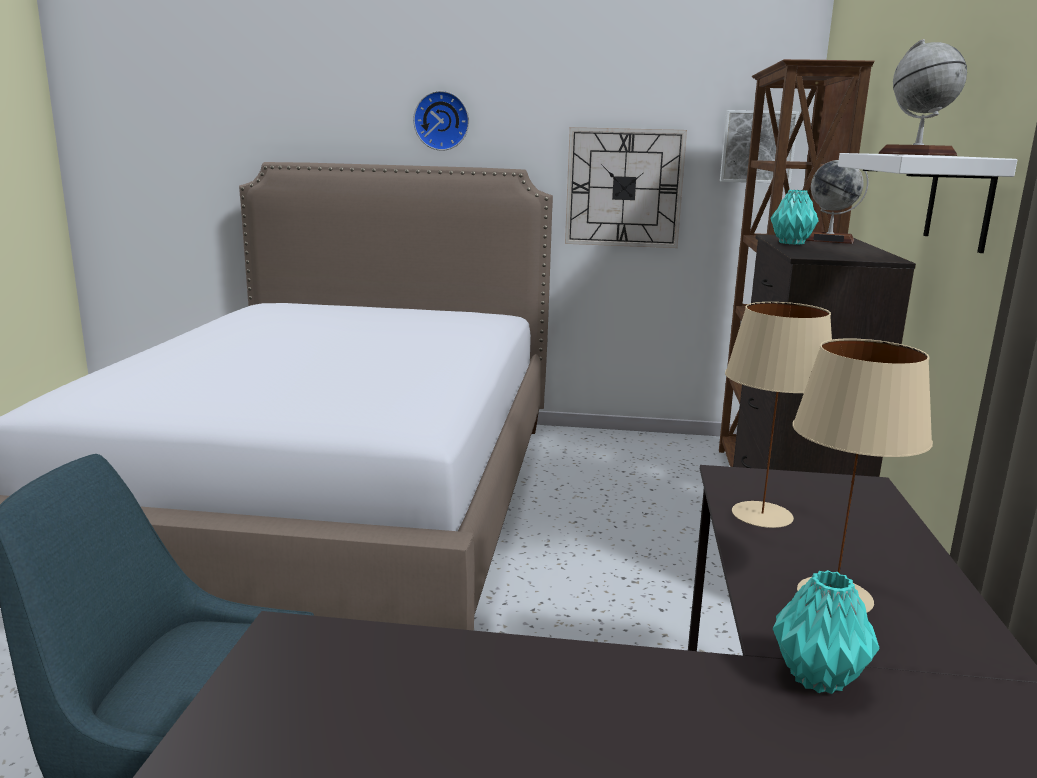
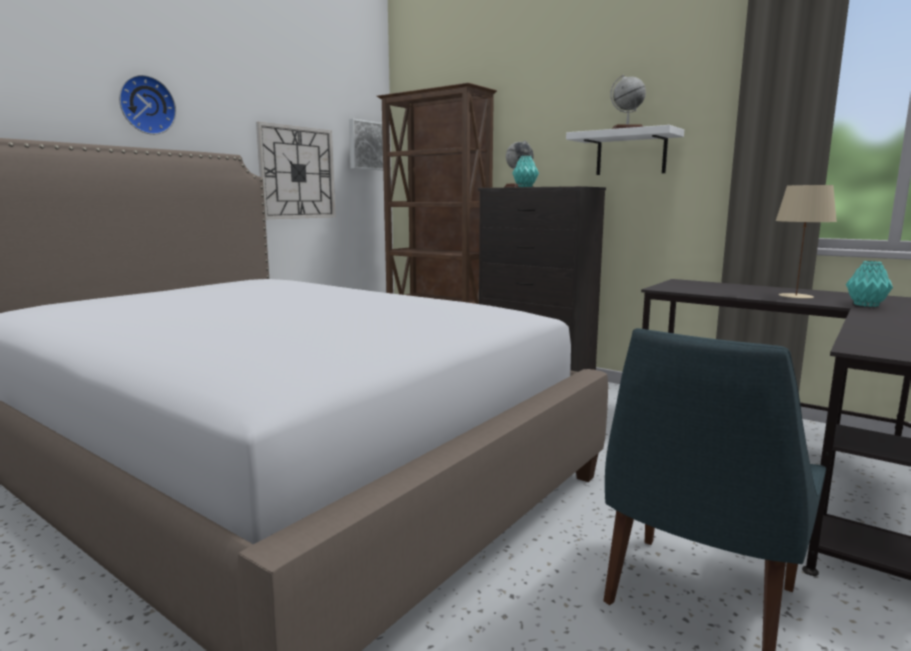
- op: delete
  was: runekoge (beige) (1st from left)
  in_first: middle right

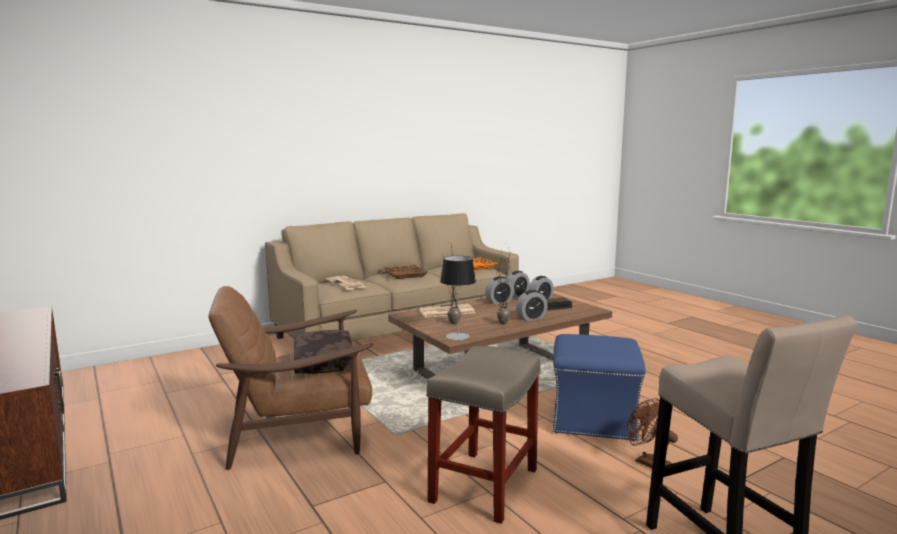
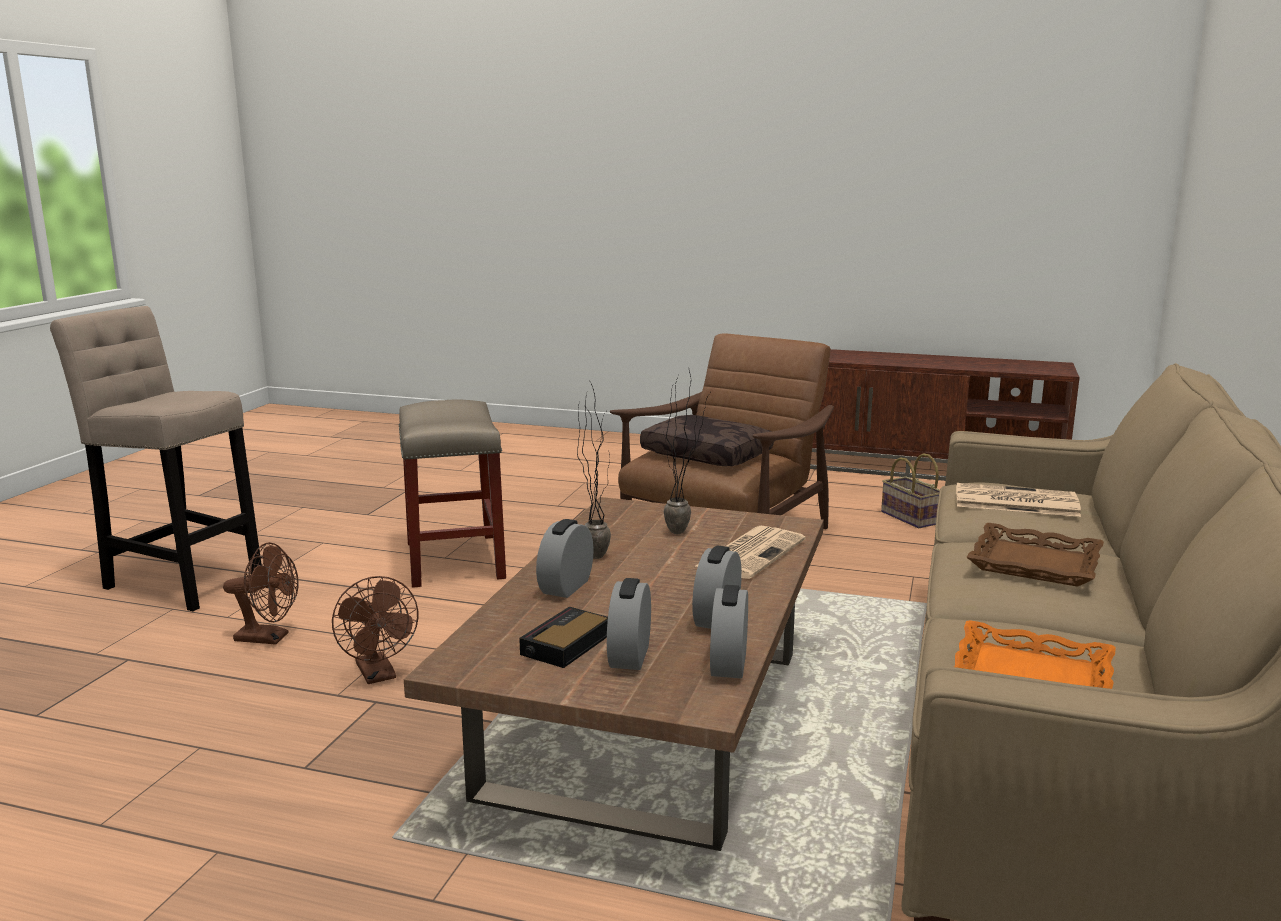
- op: delete
  was: runekoge
  in_first: centre
- op: insert
  now: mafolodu
  in_second: middle right
- op: replace
  was: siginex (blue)
  now: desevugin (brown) (2nd from left)
  in_first: bottom right
  in_second: bottom left

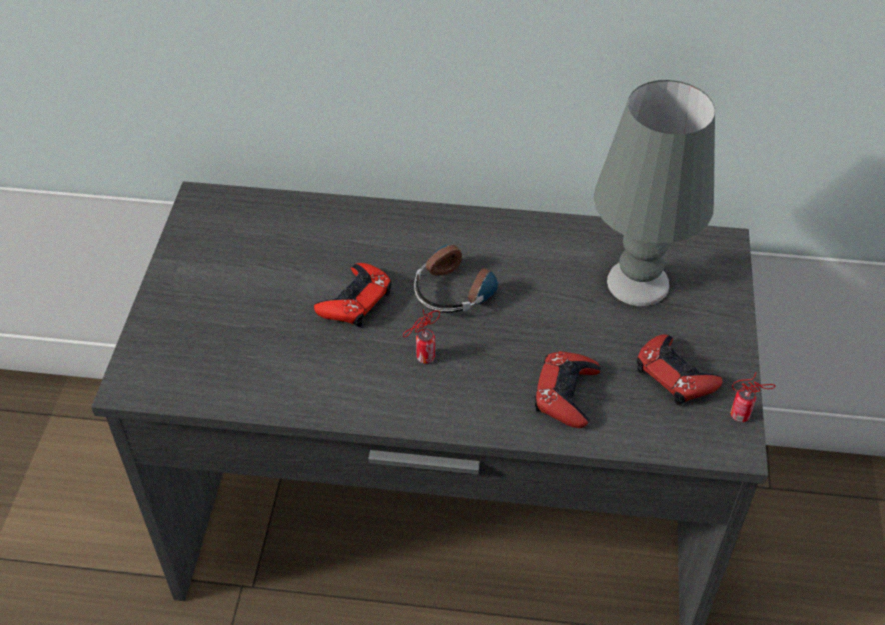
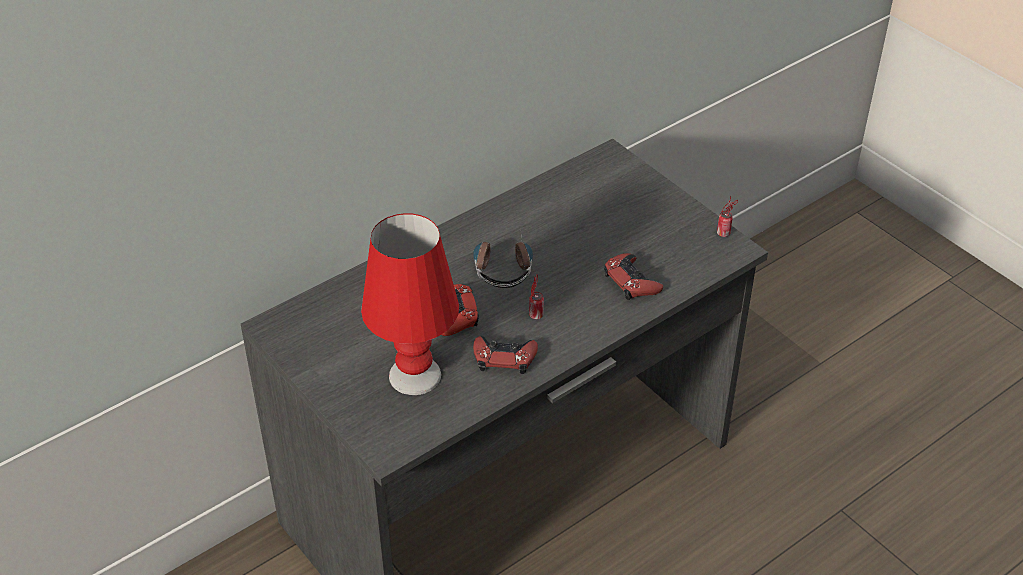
- op: delete
  was: runekoge (grey)
  in_first: top right
- op: insert
  now: runekoge (red)
  in_second: centre
- op: move
  was: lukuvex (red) (3rd from left in the first image)
  now: lukuvex (red) (2nd from left)
  in_first: middle right
  in_second: centre

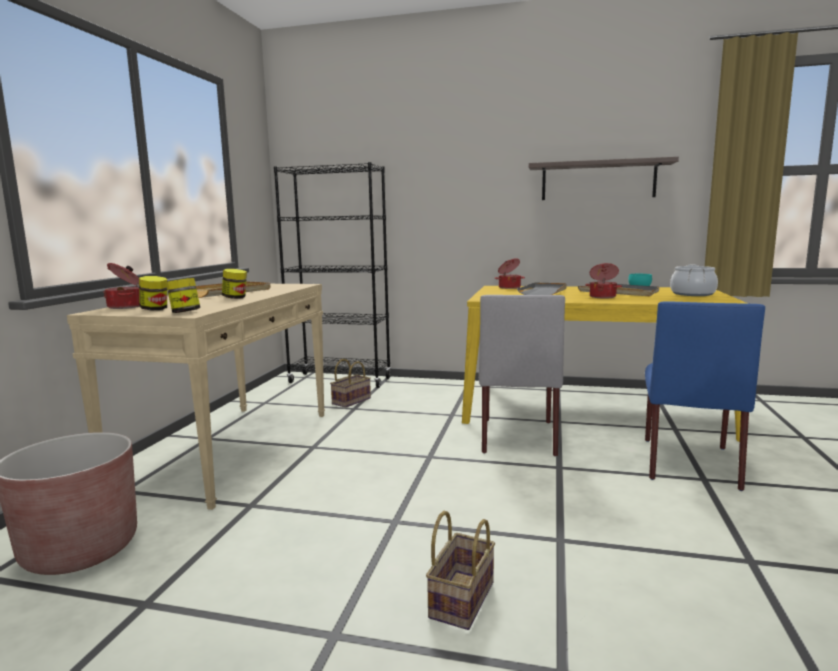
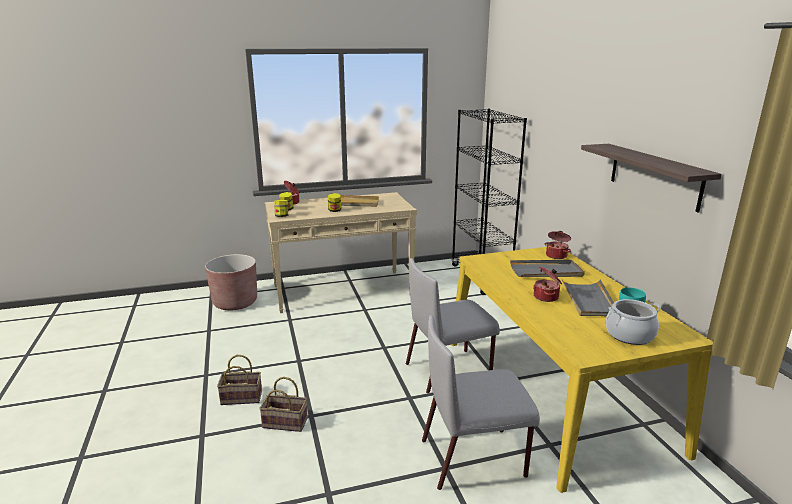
- op: move
  was: mafolodu (1st from left in the first image)
  now: mafolodu (2nd from left)
  in_first: centre
  in_second: bottom centre
- op: recolor
  was: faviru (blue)
  now: faviru (grey) (2nd from left)
  in_first: middle right
  in_second: bottom centre

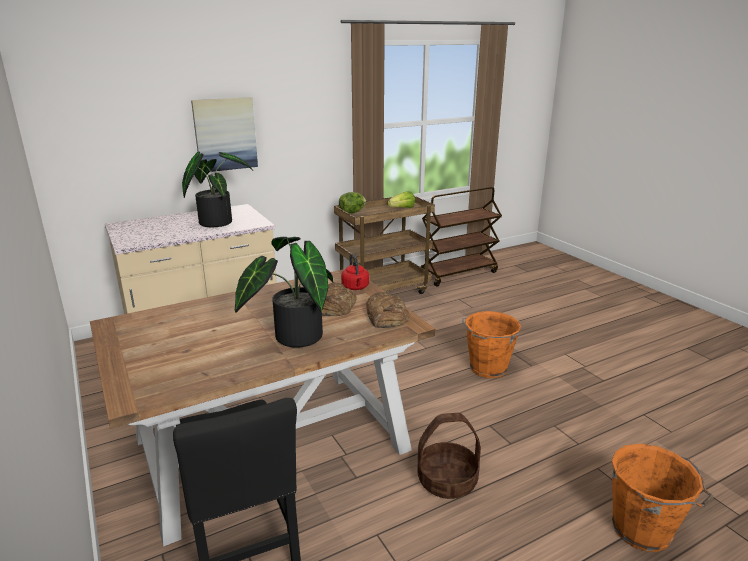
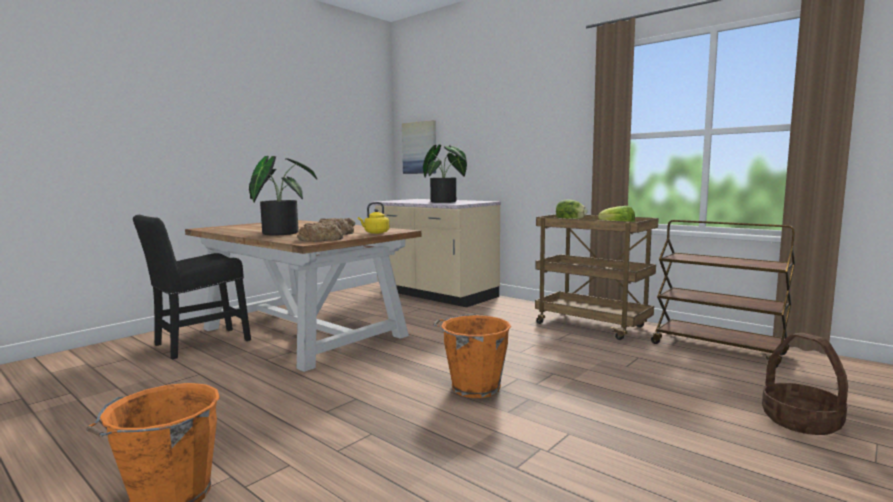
- op: move
  was: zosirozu
  in_first: top left
  in_second: top centre
- op: move
  was: mafolodu
  in_first: bottom centre
  in_second: bottom right
- op: recolor
  was: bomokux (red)
  now: bomokux (yellow)
  in_first: centre
  in_second: centre

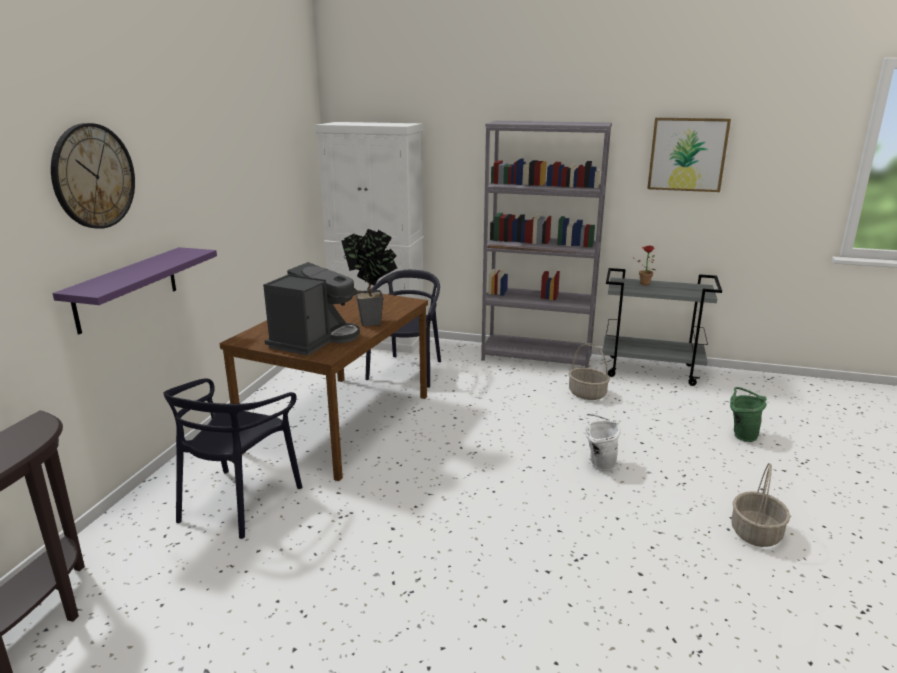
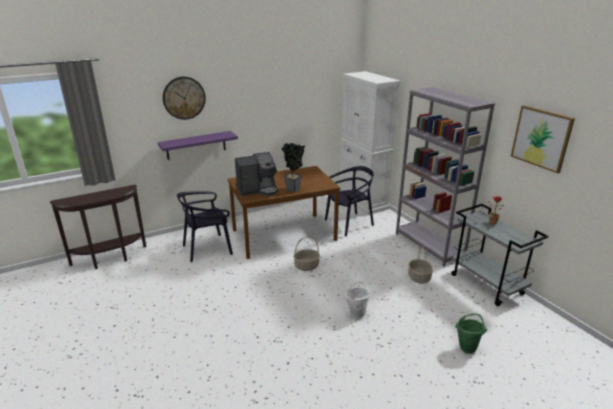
- op: move
  was: mafolodu (2nd from left in the first image)
  now: mafolodu (1st from left)
  in_first: bottom right
  in_second: centre

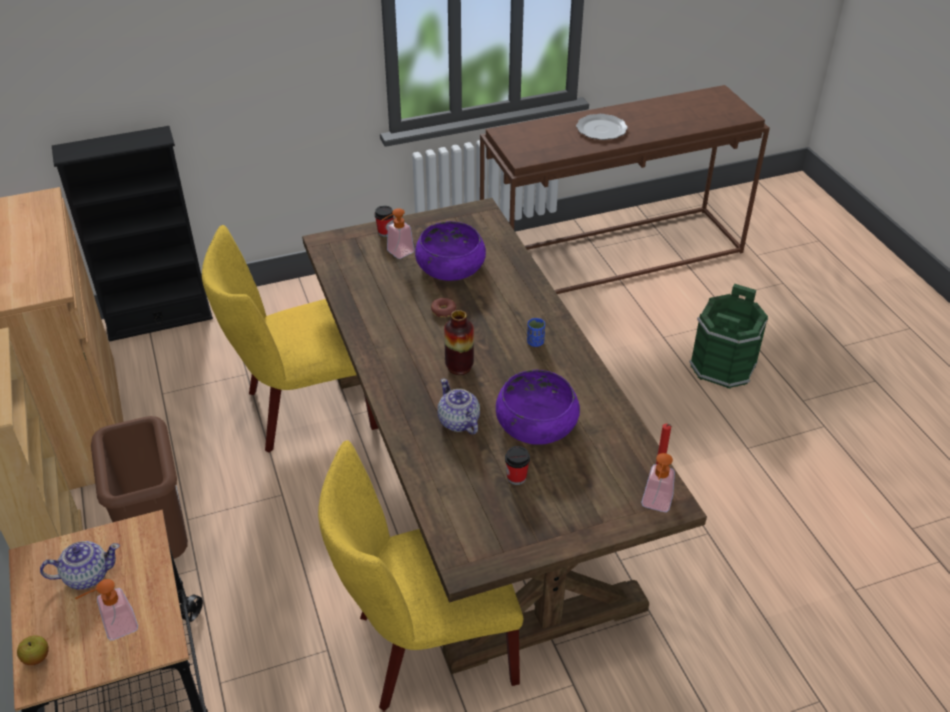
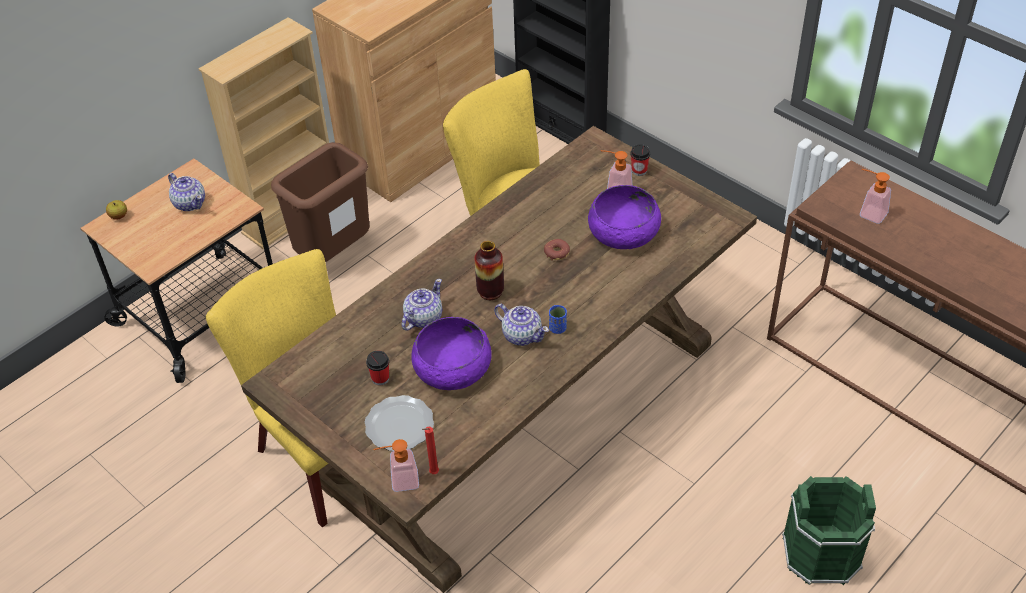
- op: insert
  now: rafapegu (3rd from left)
  in_second: centre
- op: move
  was: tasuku (1st from left in the first image)
  now: tasuku (3rd from left)
  in_first: bottom left
  in_second: top right
- op: move
  was: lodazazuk
  in_first: top centre
  in_second: bottom centre

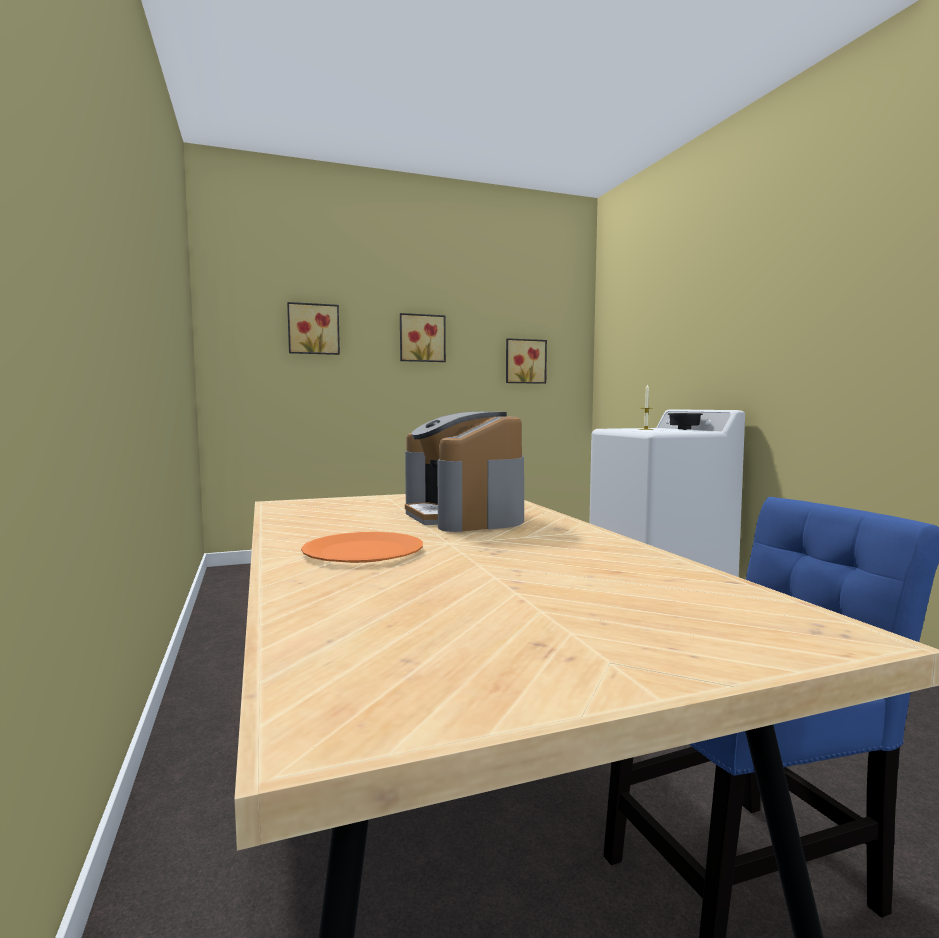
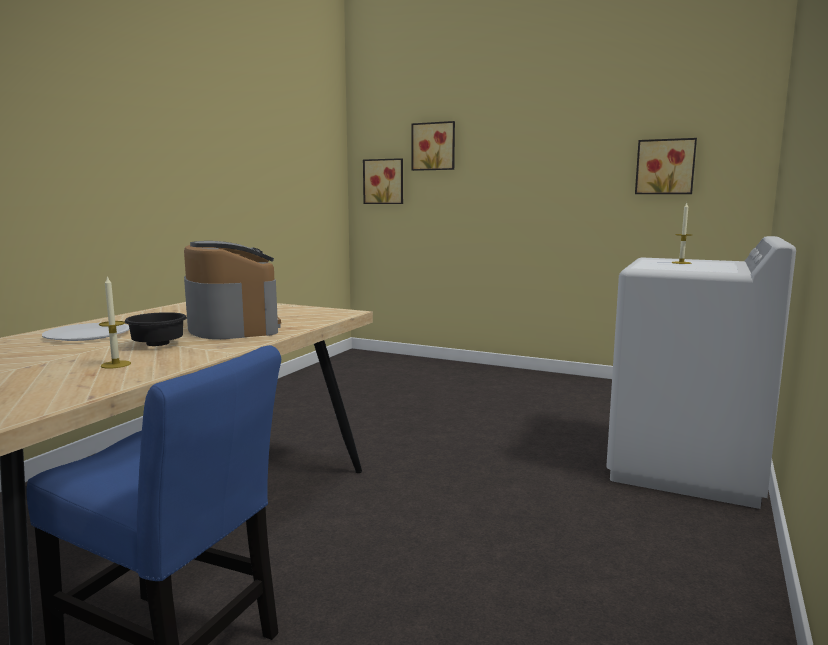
- op: insert
  now: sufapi (1st from left)
  in_second: middle left
- op: move
  was: zosirozu (2nd from left in the first image)
  now: zosirozu (1st from left)
  in_first: centre
  in_second: top centre
- op: move
  was: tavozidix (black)
  in_first: middle right
  in_second: middle left
- op: recolor
  was: lodazazuk (orange)
  now: lodazazuk (white)
  in_first: centre
  in_second: middle left
- op: rotate
  was: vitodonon
  in_first: centre
  in_second: middle left
  clockwise: 135

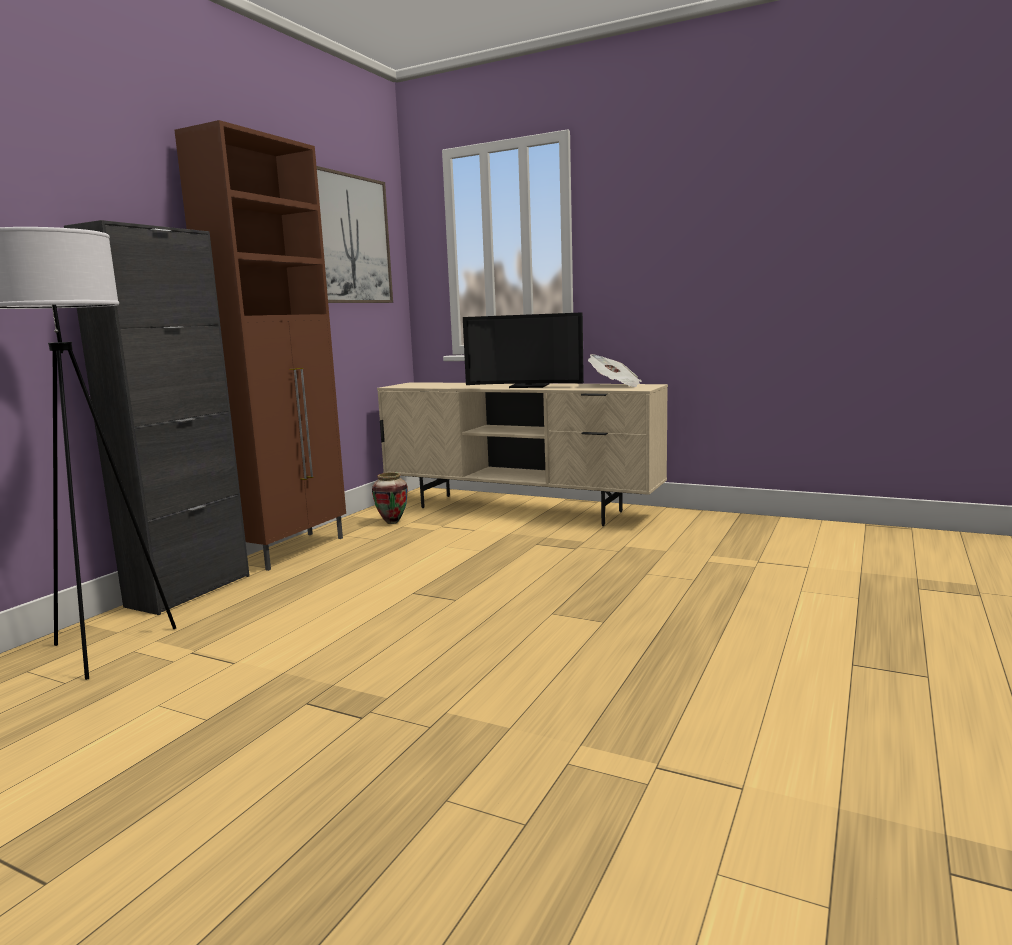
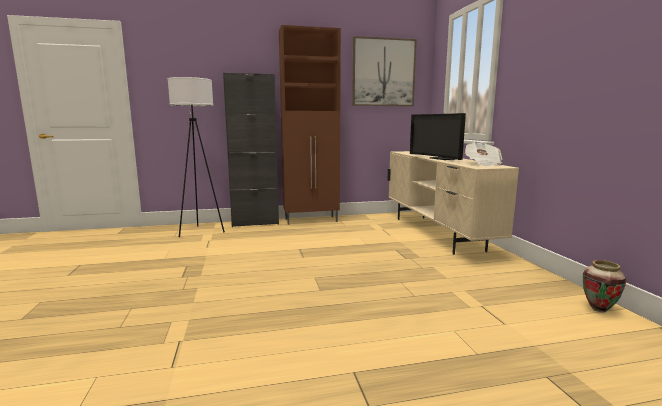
- op: move
  was: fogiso
  in_first: centre
  in_second: bottom right

